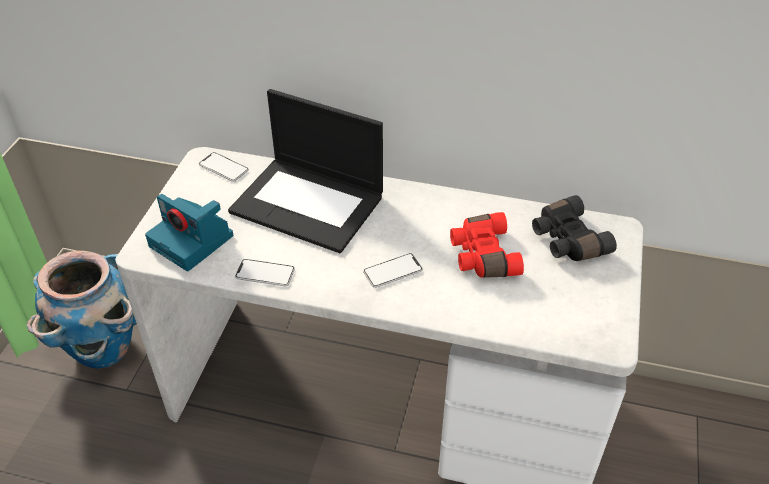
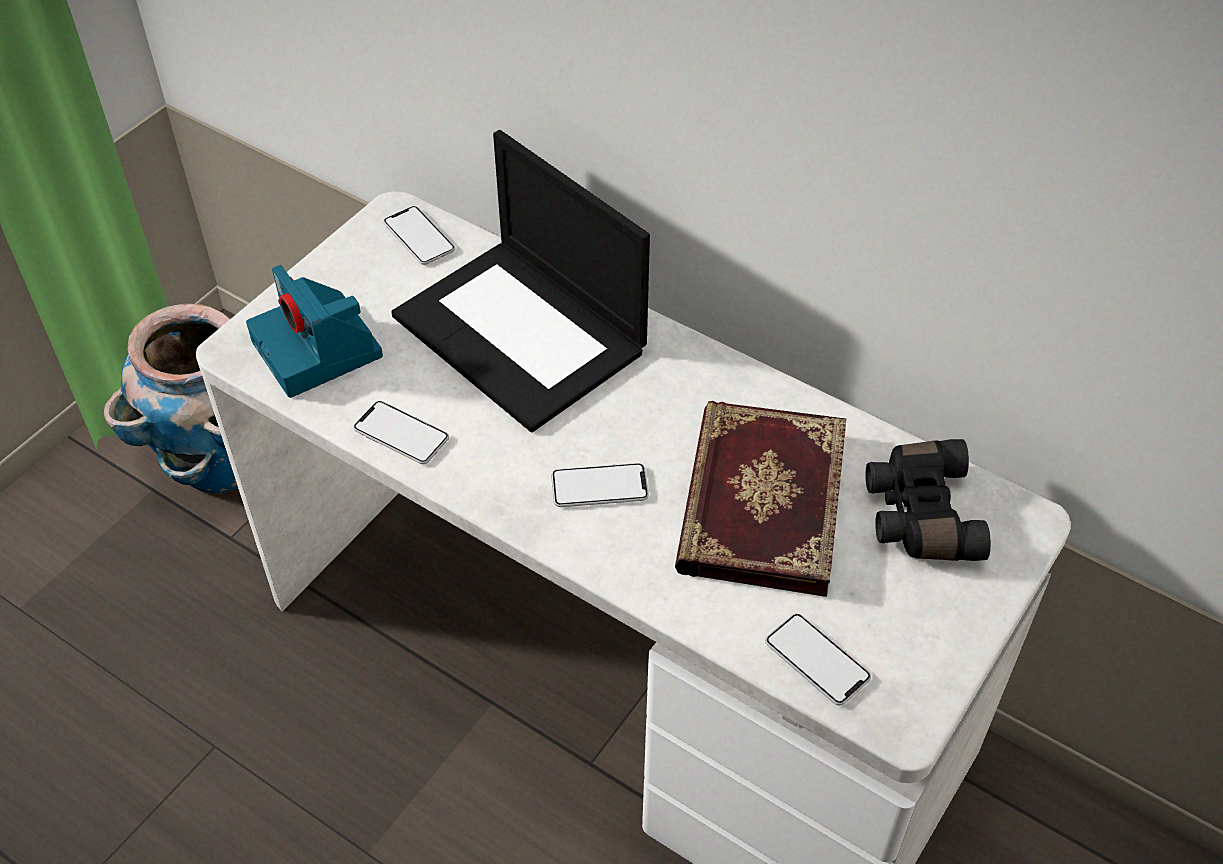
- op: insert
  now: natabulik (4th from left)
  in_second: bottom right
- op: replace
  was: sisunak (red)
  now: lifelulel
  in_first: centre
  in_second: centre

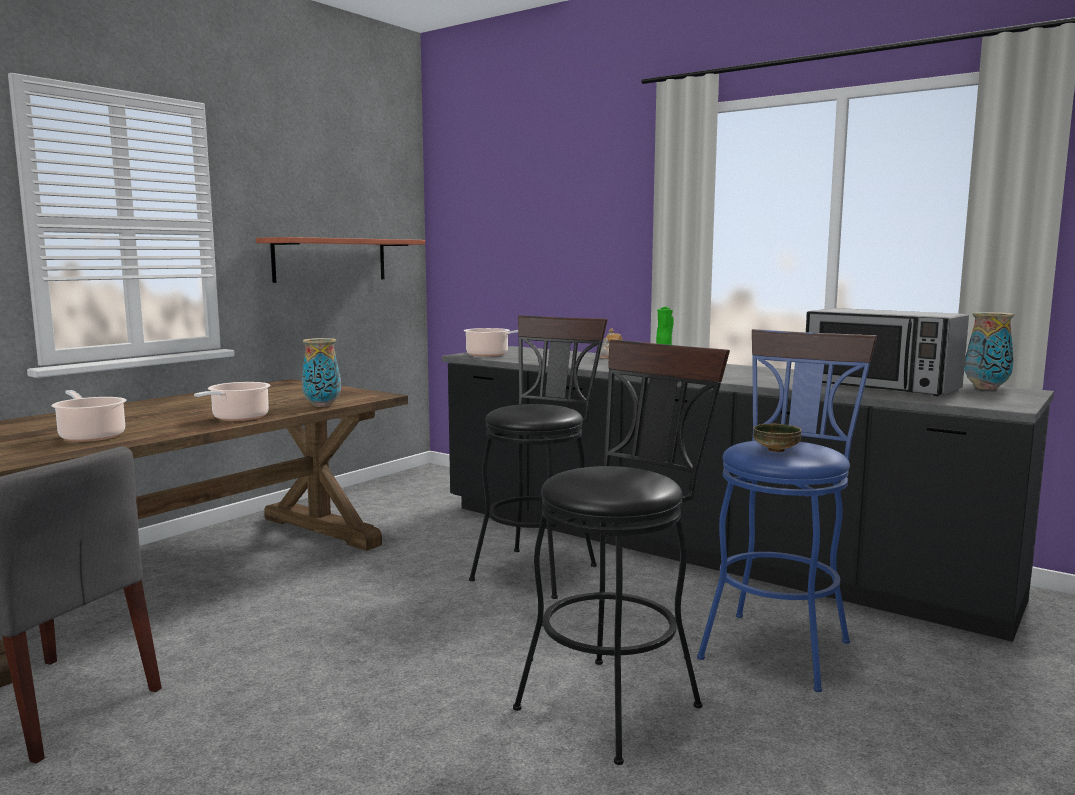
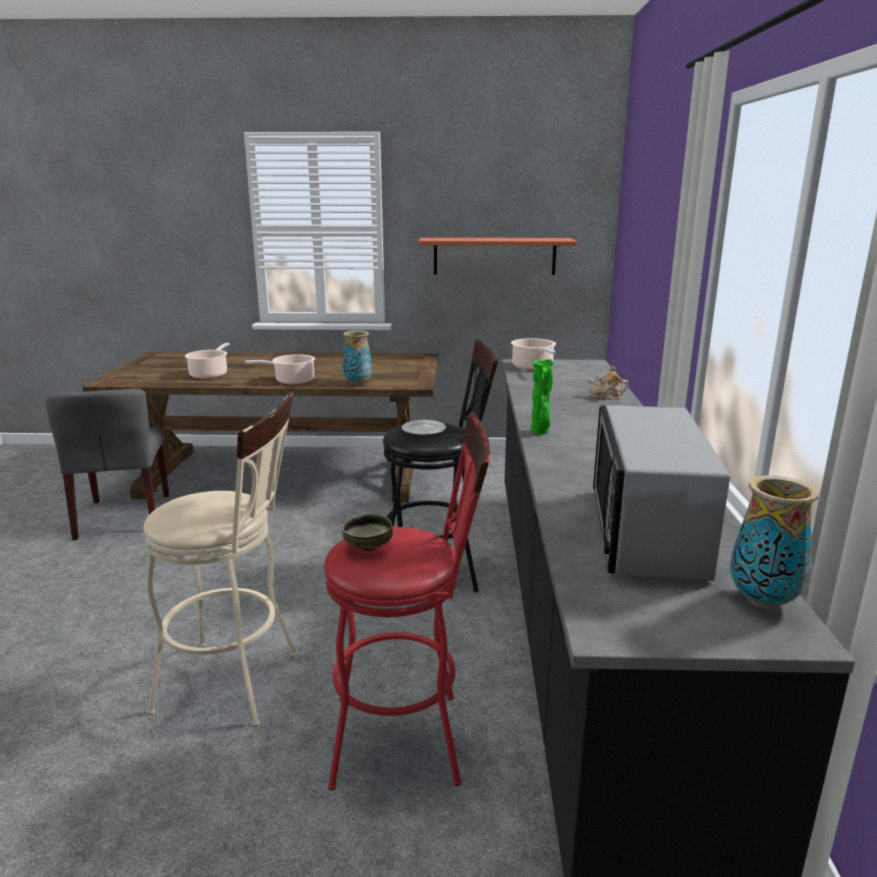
- op: insert
  now: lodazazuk
  in_second: centre
- op: recolor
  was: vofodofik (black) (2nd from left)
  now: vofodofik (beige)
  in_first: bottom centre
  in_second: middle left
- op: recolor
  was: vofodofik (blue)
  now: vofodofik (red)
  in_first: middle right
  in_second: bottom centre

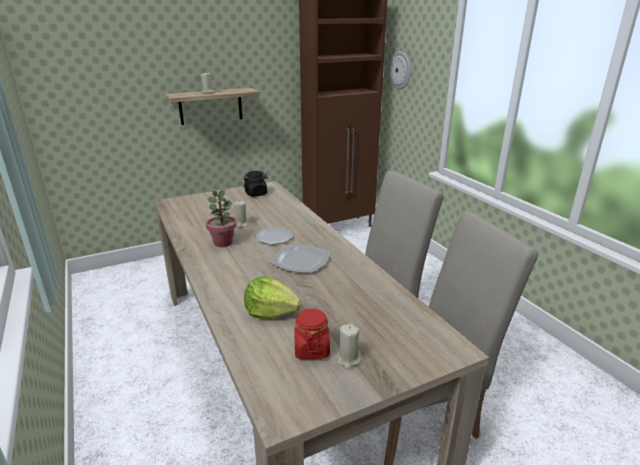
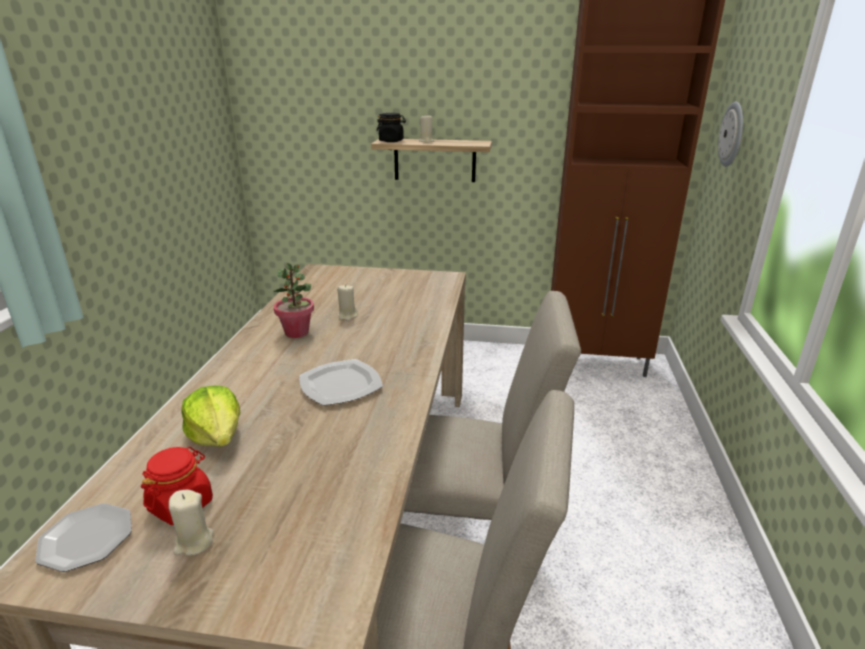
- op: move
  was: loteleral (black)
  in_first: centre
  in_second: top centre
- op: move
  was: lodazazuk (1st from left)
  in_first: centre
  in_second: bottom left

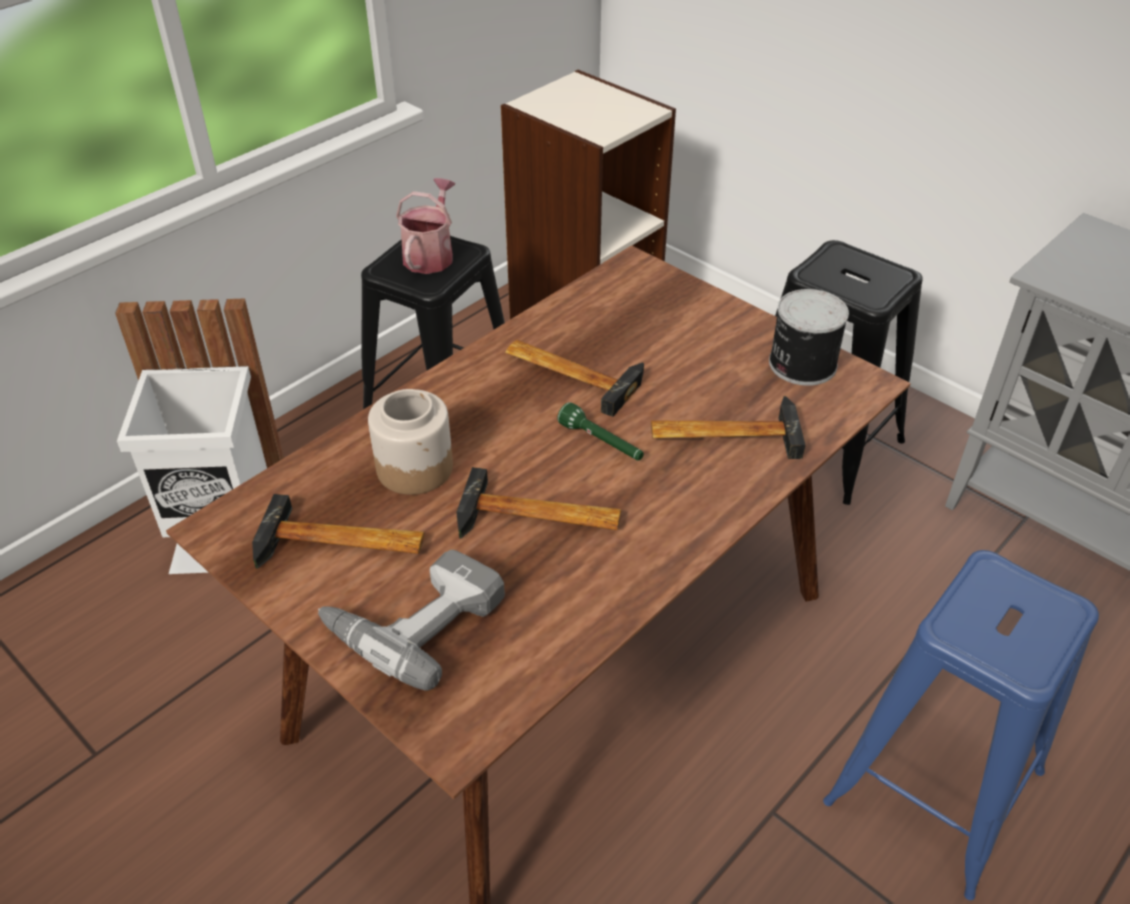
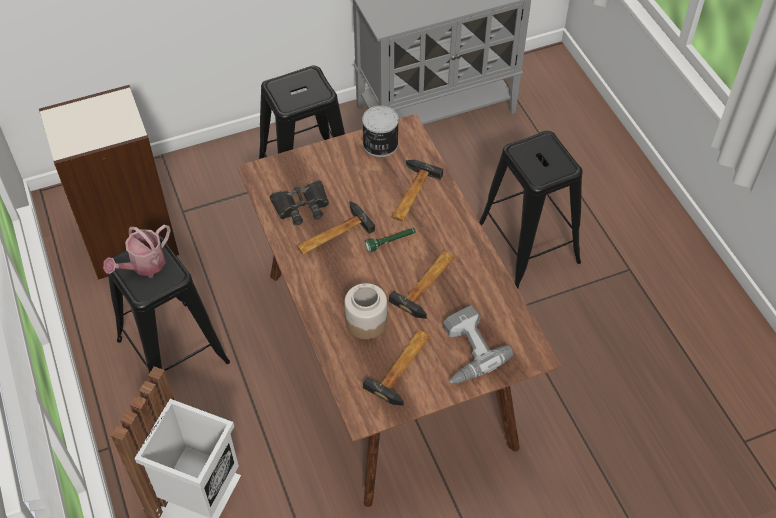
- op: insert
  now: sisunak (black)
  in_second: centre
- op: recolor
  was: vofodofik (blue)
  now: vofodofik (black) (3rd from left)
  in_first: bottom right
  in_second: middle right
- op: rotate
  was: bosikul
  in_first: top centre
  in_second: middle left
  clockwise: -90

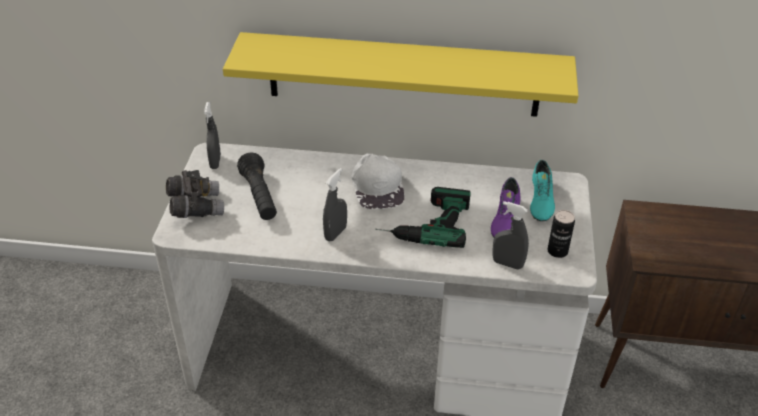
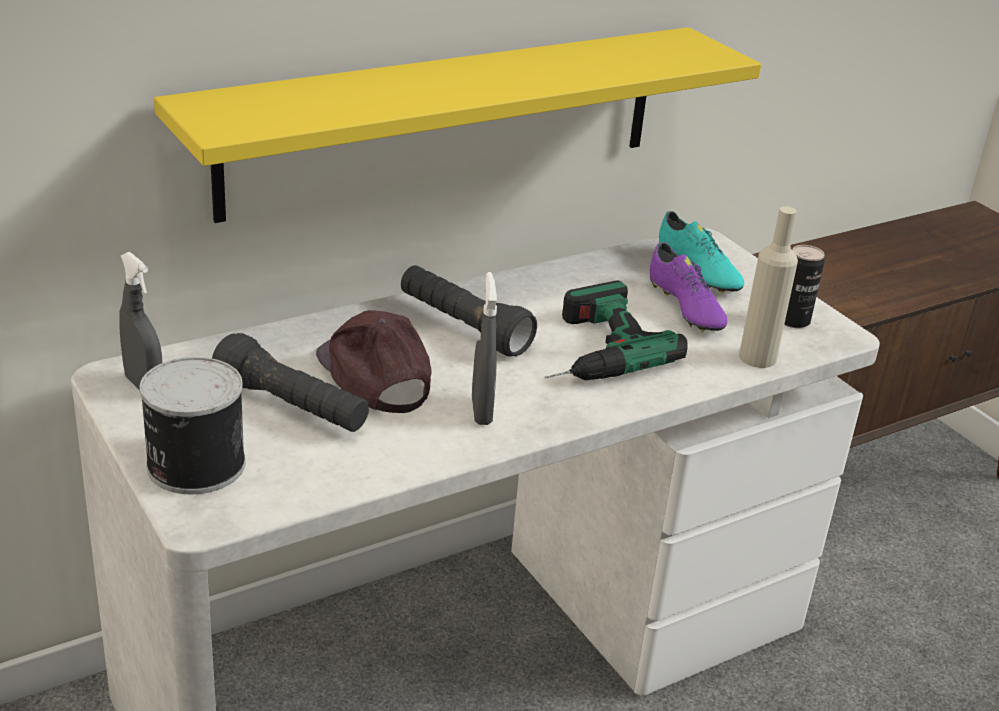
- op: insert
  now: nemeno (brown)
  in_second: centre
- op: replace
  was: sisunak (grey)
  now: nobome (1st from left)
  in_first: middle left
  in_second: middle left
- op: replace
  was: nemeno (white)
  now: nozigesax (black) (2nd from left)
  in_first: centre
  in_second: centre
- op: replace
  was: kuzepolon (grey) (3rd from left)
  now: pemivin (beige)
  in_first: middle right
  in_second: middle right

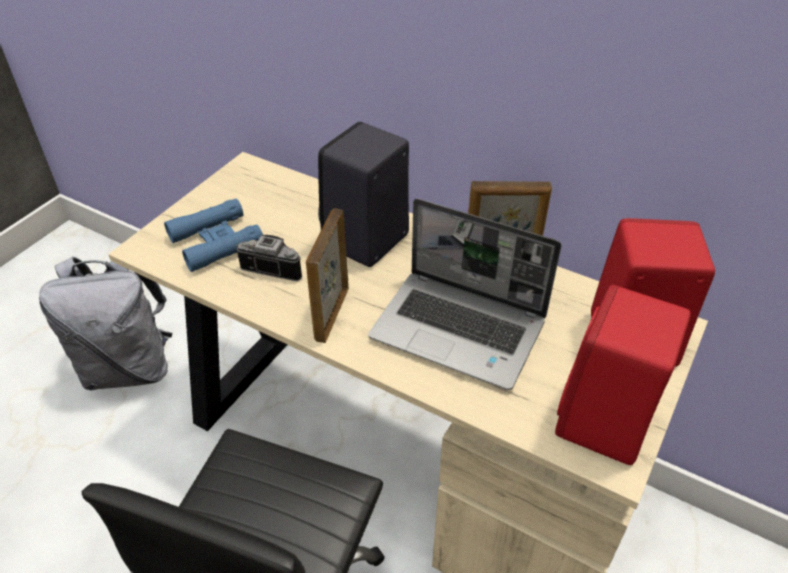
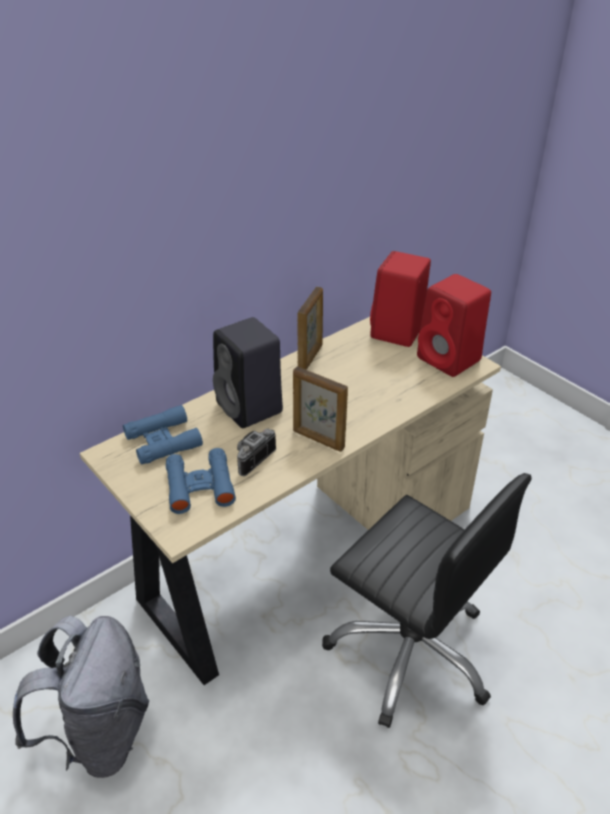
- op: delete
  was: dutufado
  in_first: centre
- op: insert
  now: sisunak (blue) (1st from left)
  in_second: middle left

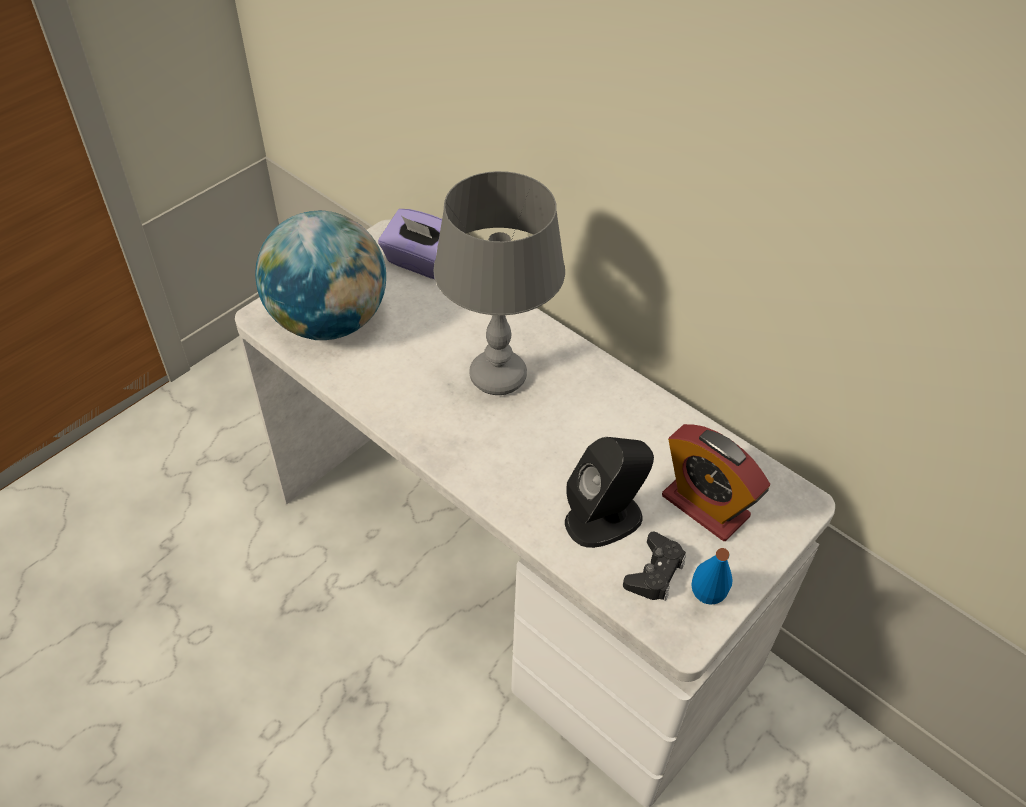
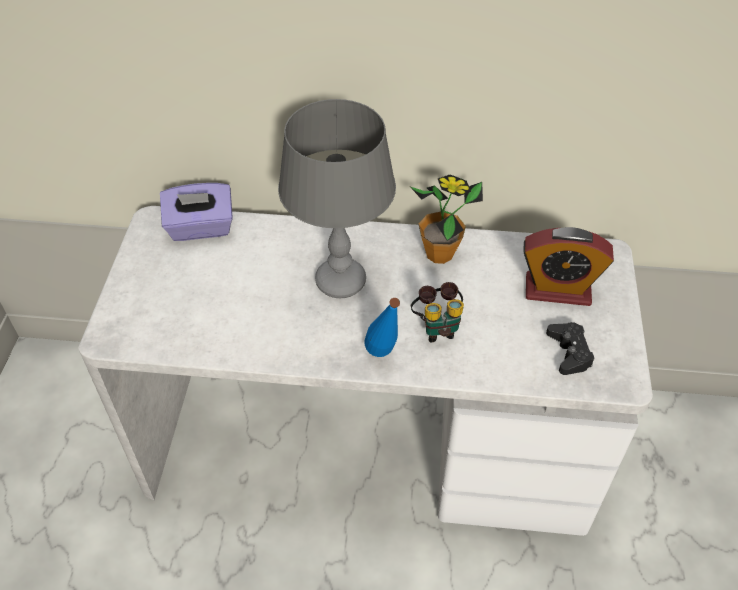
- op: delete
  was: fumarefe
  in_first: middle left
- op: delete
  was: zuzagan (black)
  in_first: centre
- op: insert
  now: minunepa
  in_second: centre
- op: insert
  now: sisunak
  in_second: centre
- op: move
  was: pemivin (blue)
  in_first: bottom right
  in_second: centre

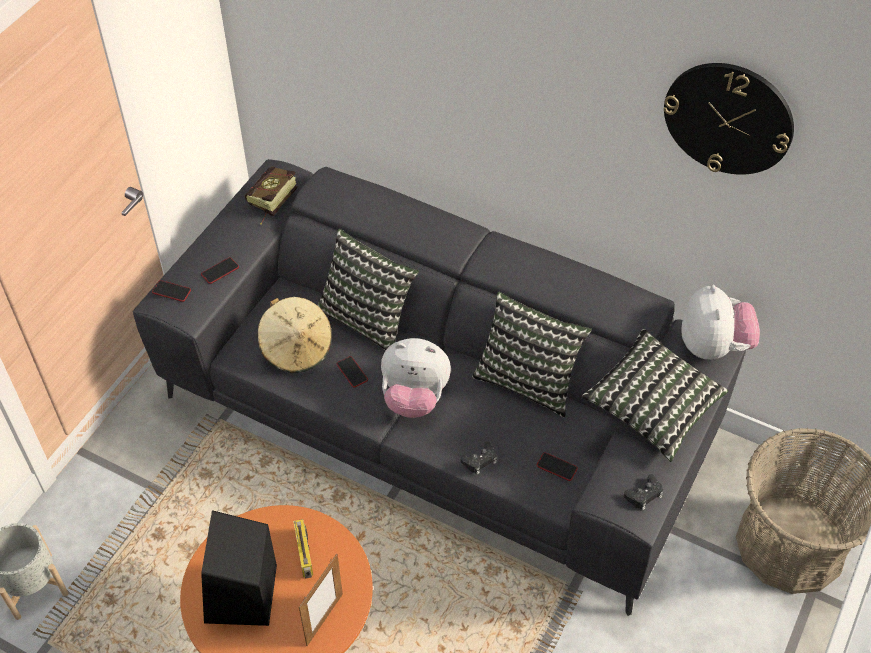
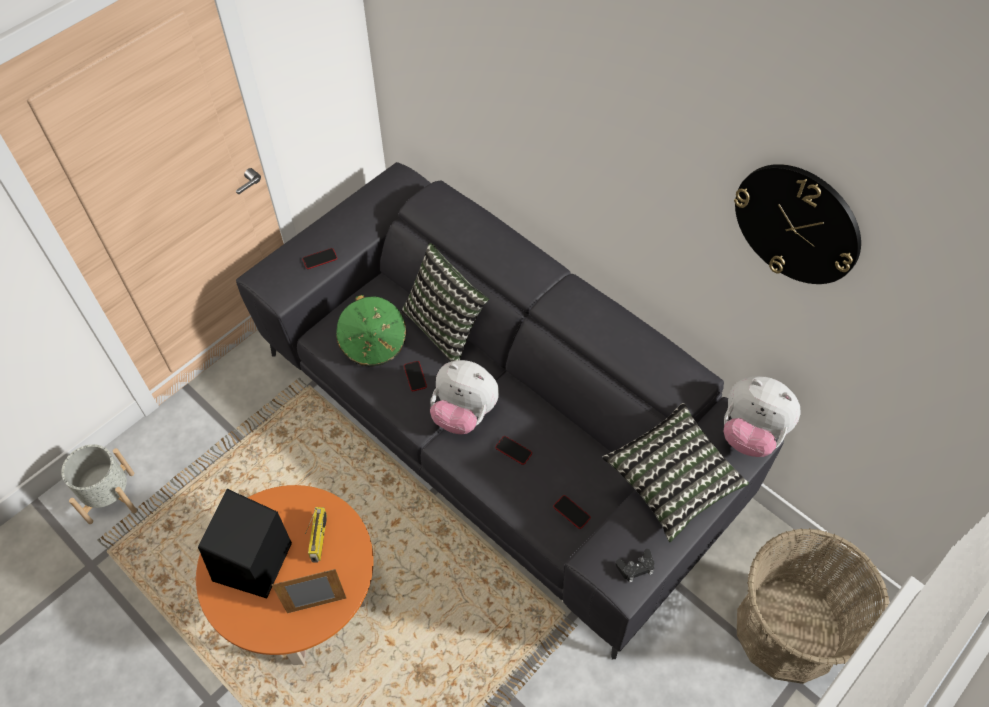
- op: delete
  was: lifelulel
  in_first: top left
- op: delete
  was: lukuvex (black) (1st from left)
  in_first: bottom centre
- op: delete
  was: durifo (2nd from left)
  in_first: centre
- op: move
  was: natabulik (1st from left in the first image)
  now: natabulik (3rd from left)
  in_first: middle left
  in_second: centre
- op: recolor
  was: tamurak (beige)
  now: tamurak (green)
  in_first: centre
  in_second: centre
- op: rotate
  was: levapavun
  in_first: bottom centre
  in_second: bottom left
  clockwise: -150
- op: rotate
  was: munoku (2nd from left)
  in_first: middle right
  in_second: middle right
  clockwise: 105

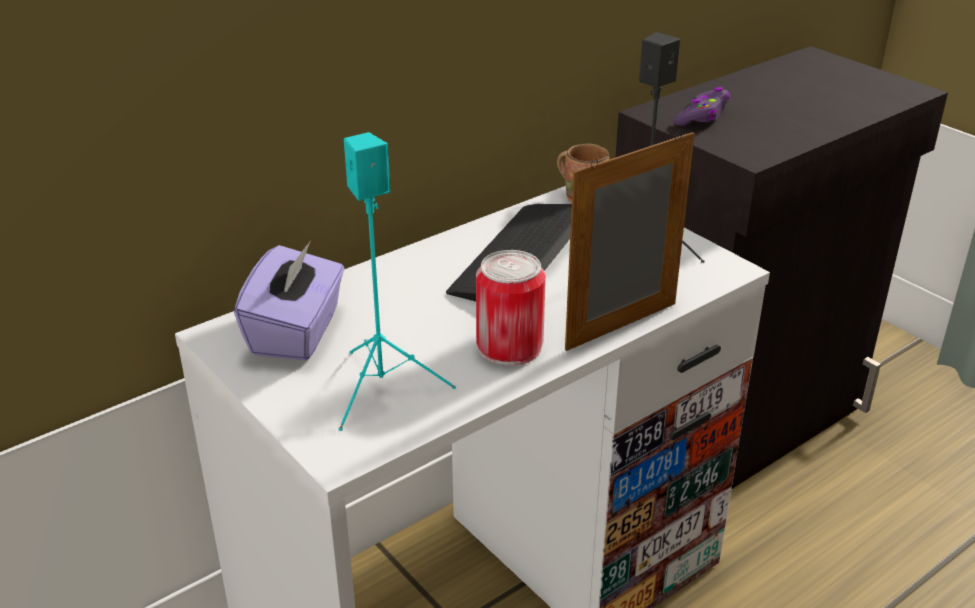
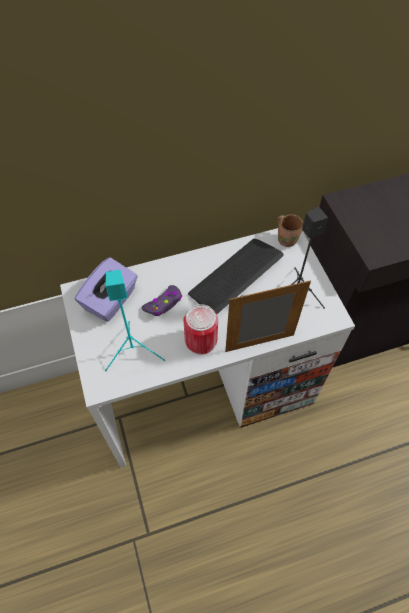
- op: move
  was: lukuvex (purple)
  in_first: top right
  in_second: centre

